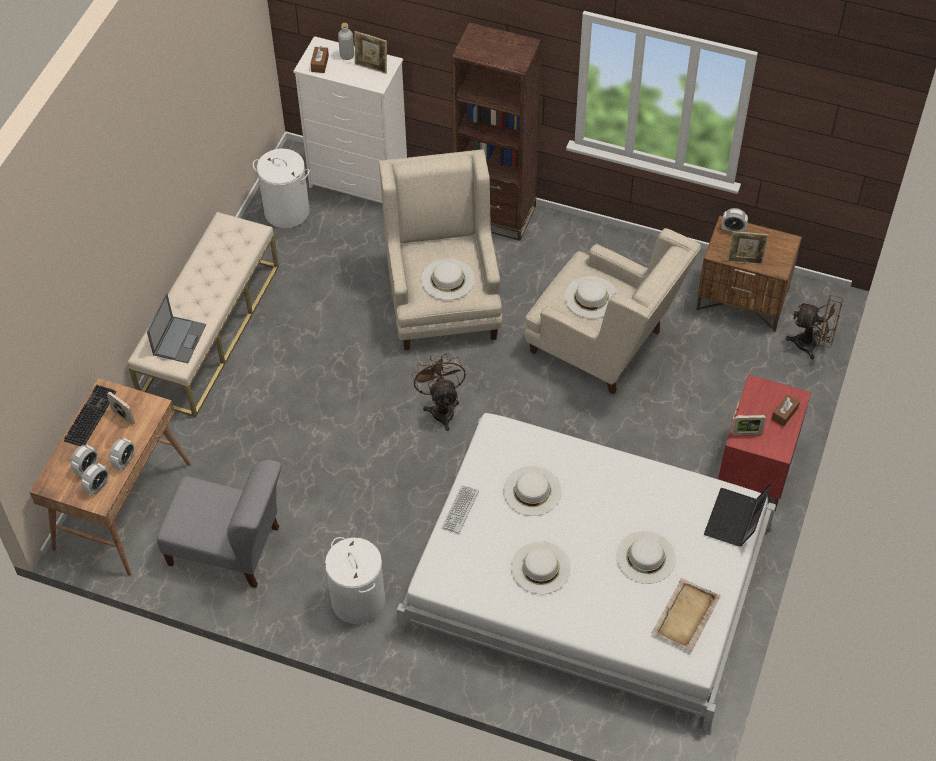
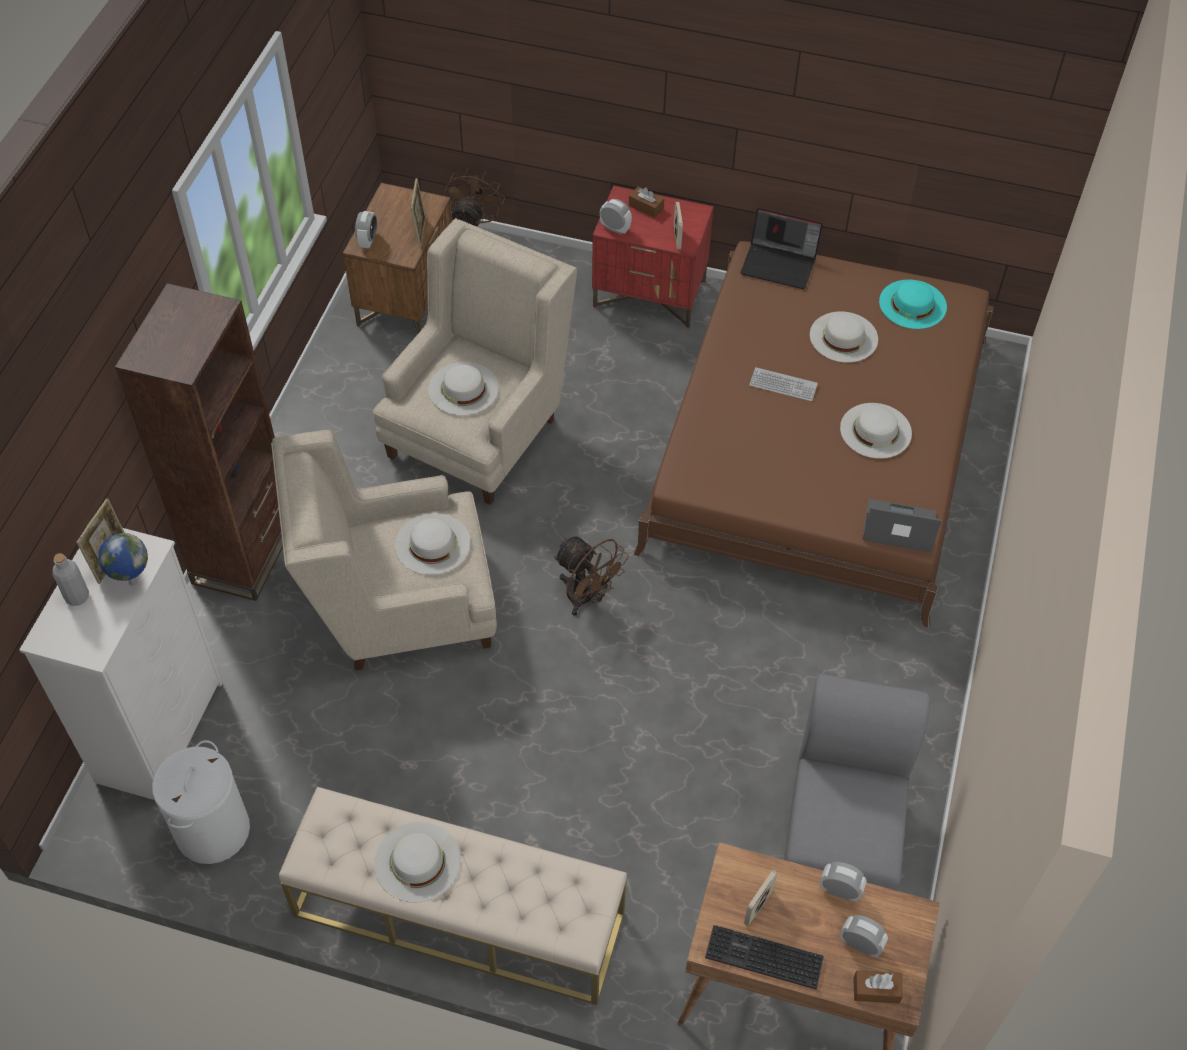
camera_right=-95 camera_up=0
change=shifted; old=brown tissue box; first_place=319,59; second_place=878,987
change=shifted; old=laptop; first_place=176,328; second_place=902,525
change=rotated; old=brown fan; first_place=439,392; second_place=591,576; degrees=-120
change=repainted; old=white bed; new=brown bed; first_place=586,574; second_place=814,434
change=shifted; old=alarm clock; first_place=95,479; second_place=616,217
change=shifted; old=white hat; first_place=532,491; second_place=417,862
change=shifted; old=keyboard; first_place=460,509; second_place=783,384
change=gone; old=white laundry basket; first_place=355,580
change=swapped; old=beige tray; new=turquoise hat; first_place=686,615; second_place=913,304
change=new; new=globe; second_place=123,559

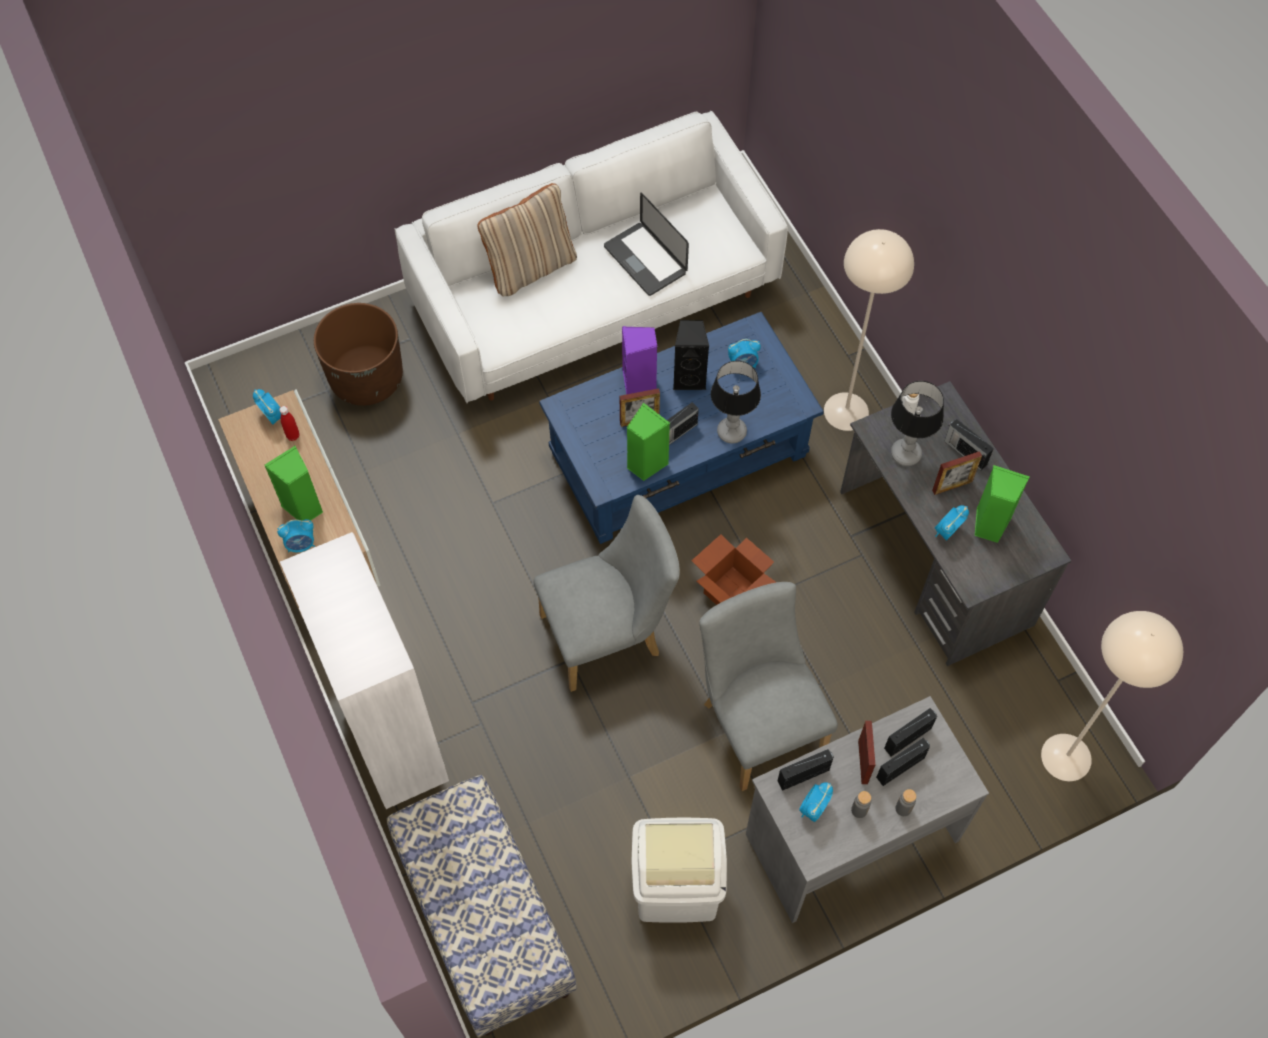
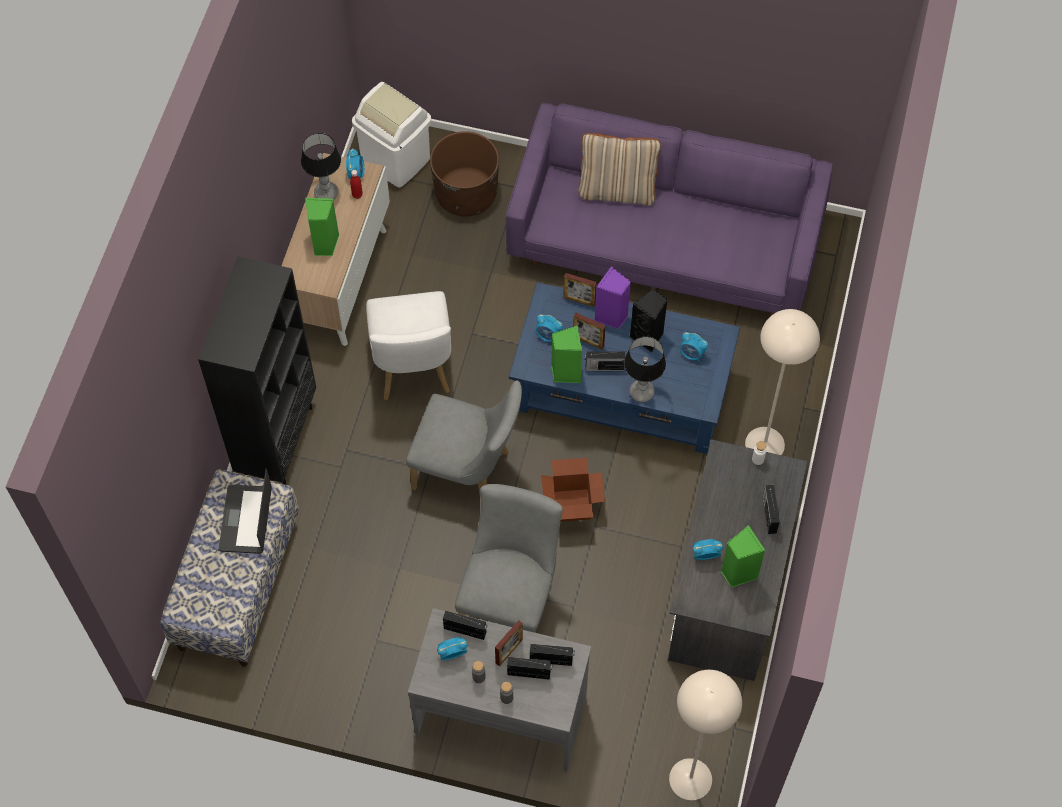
camera_right=40 camera_up=0
change=repainted; old=white sofa; new=purple sofa; first_place=591,257; second_place=669,209
change=shifted; old=laptop; first_place=646,244; second_place=245,511
change=shifted; old=table lamp; first_place=917,423; second_place=321,166
change=shifted; old=picture frame; first_place=957,473; second_place=580,290
change=shifted; old=alarm clock; first_place=296,536; second_place=549,328
change=repainted; old=white bookcase; new=black bookcase; first_place=364,670; second_place=257,370
change=shifted; old=white trash can; first_place=679,870; second_place=391,134
change=new; new=white chair; second_place=408,345

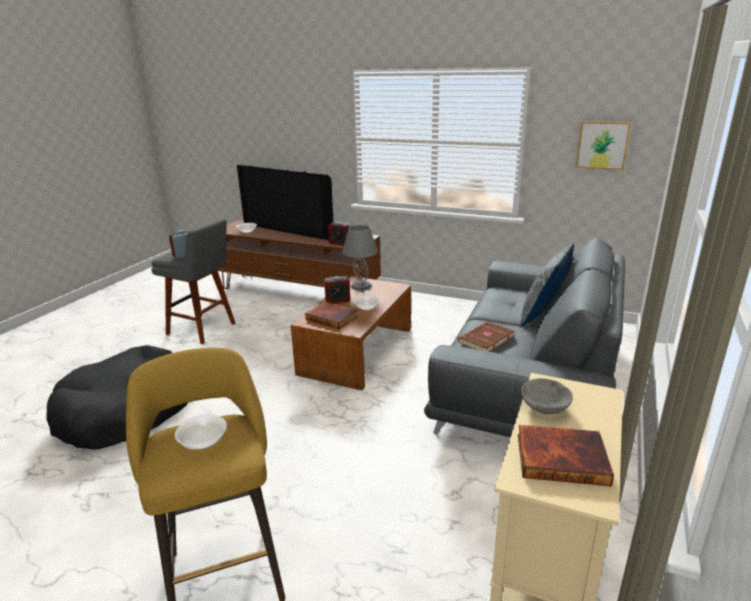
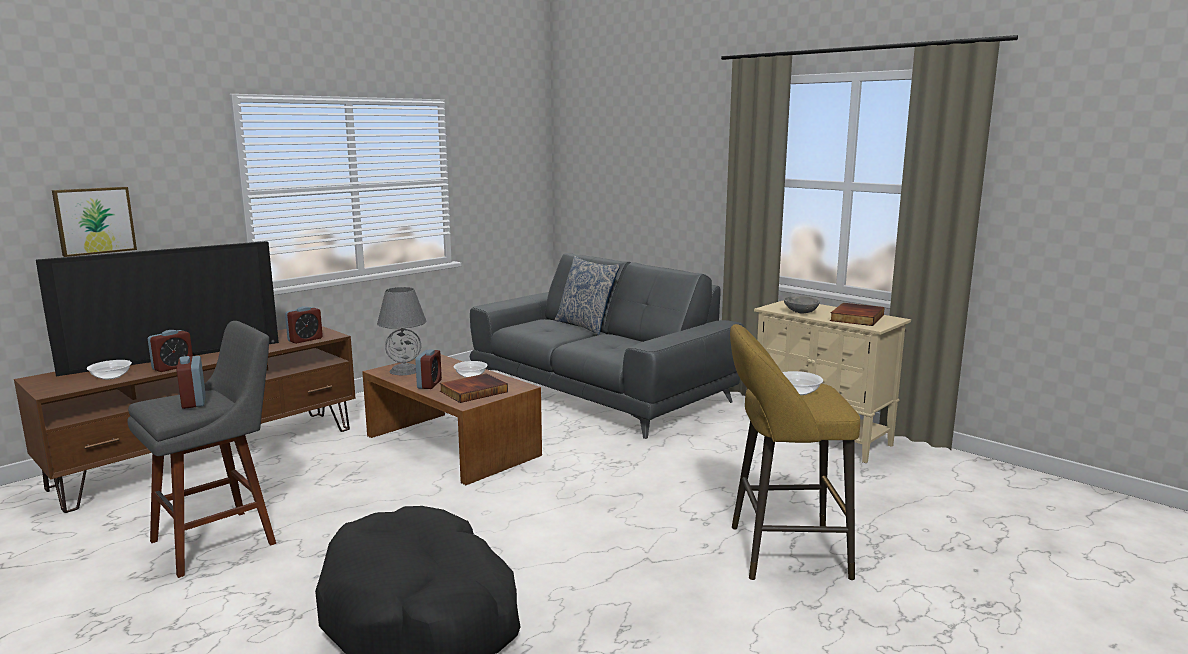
camera_right=-70 camera_up=-10
change=shifted; old=picture; first_place=603,145; second_place=94,222
change=gone; old=brown book; first_place=486,336
change=new; new=alarm clock; second_place=170,351

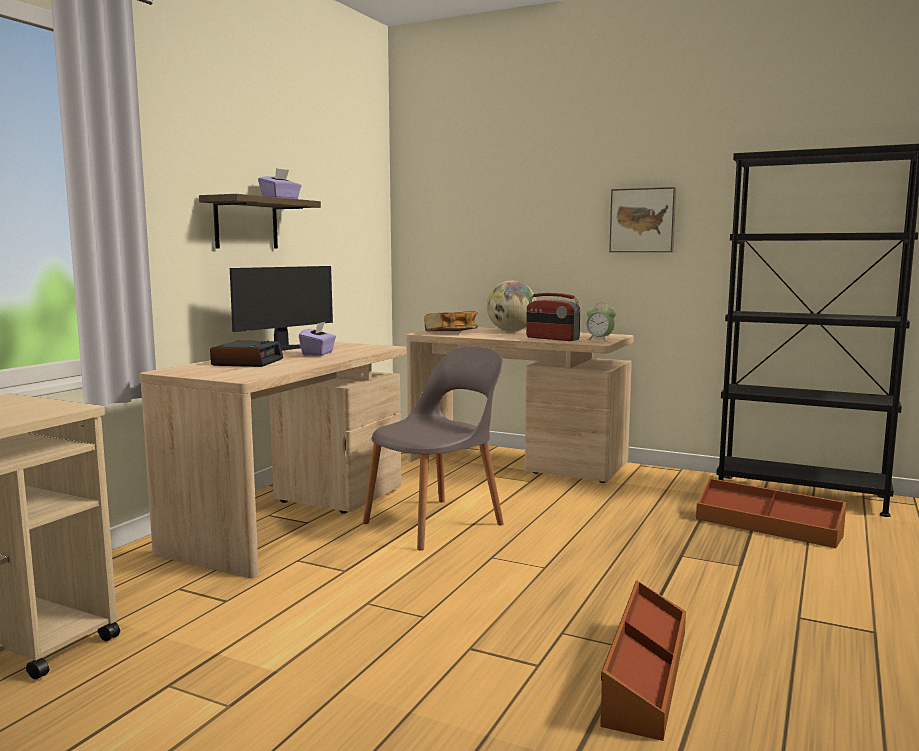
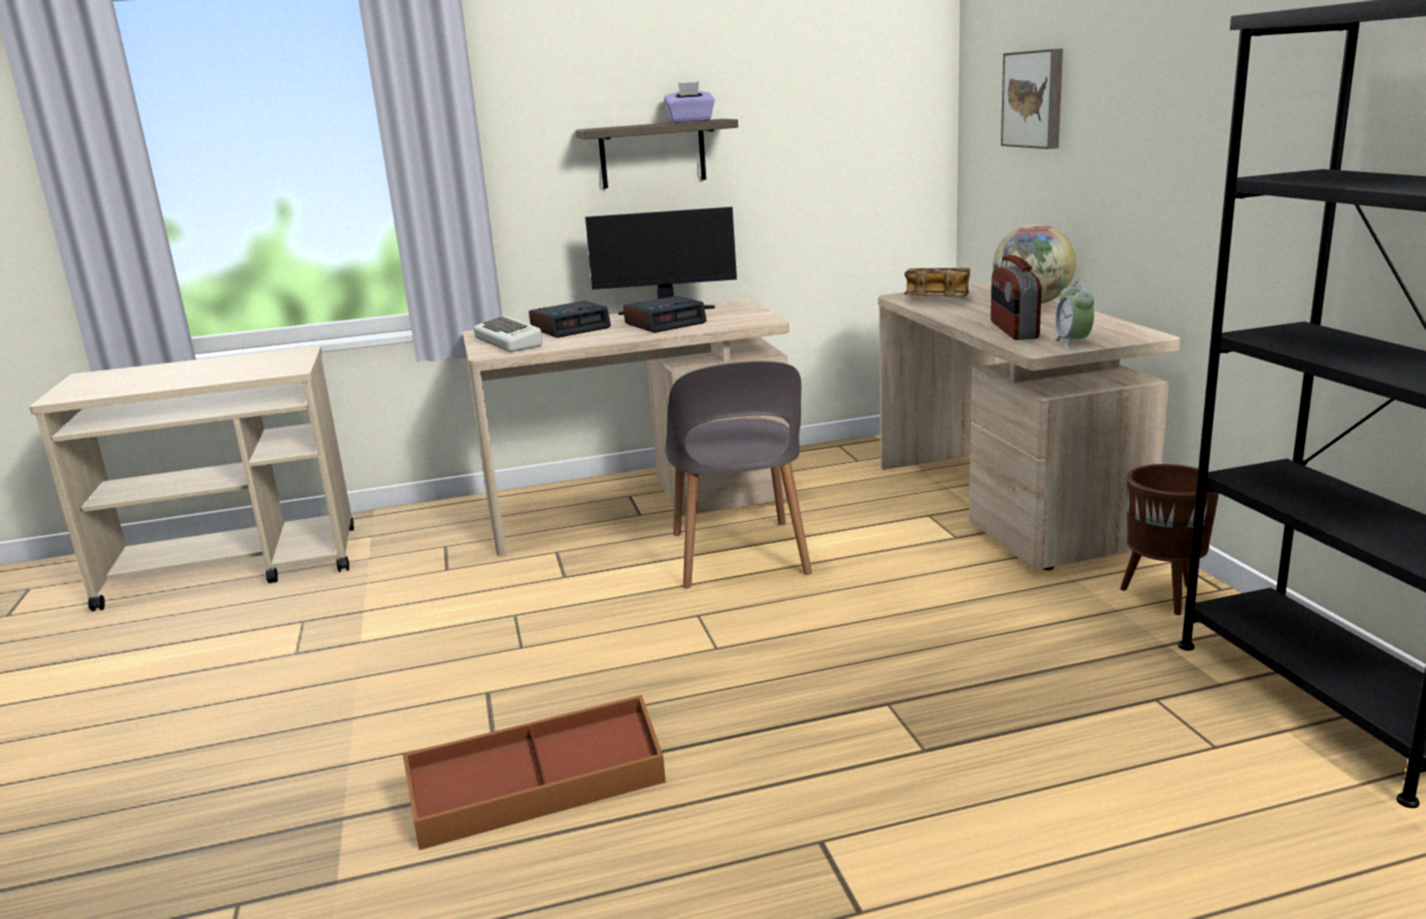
camera_right=50 camera_up=10
change=shifted; old=picture; first_place=642,219; second_place=1032,98
change=swapped; old=purple tissue box; new=alarm clock; first_place=317,339; second_place=665,314
change=rotated; old=grey chair; first_place=433,448; second_place=738,474; degrees=75
change=gone; old=brown storage box; first_place=771,513
change=new; new=keyboard; second_place=508,334
change=new; new=brown planter; second_place=1169,539

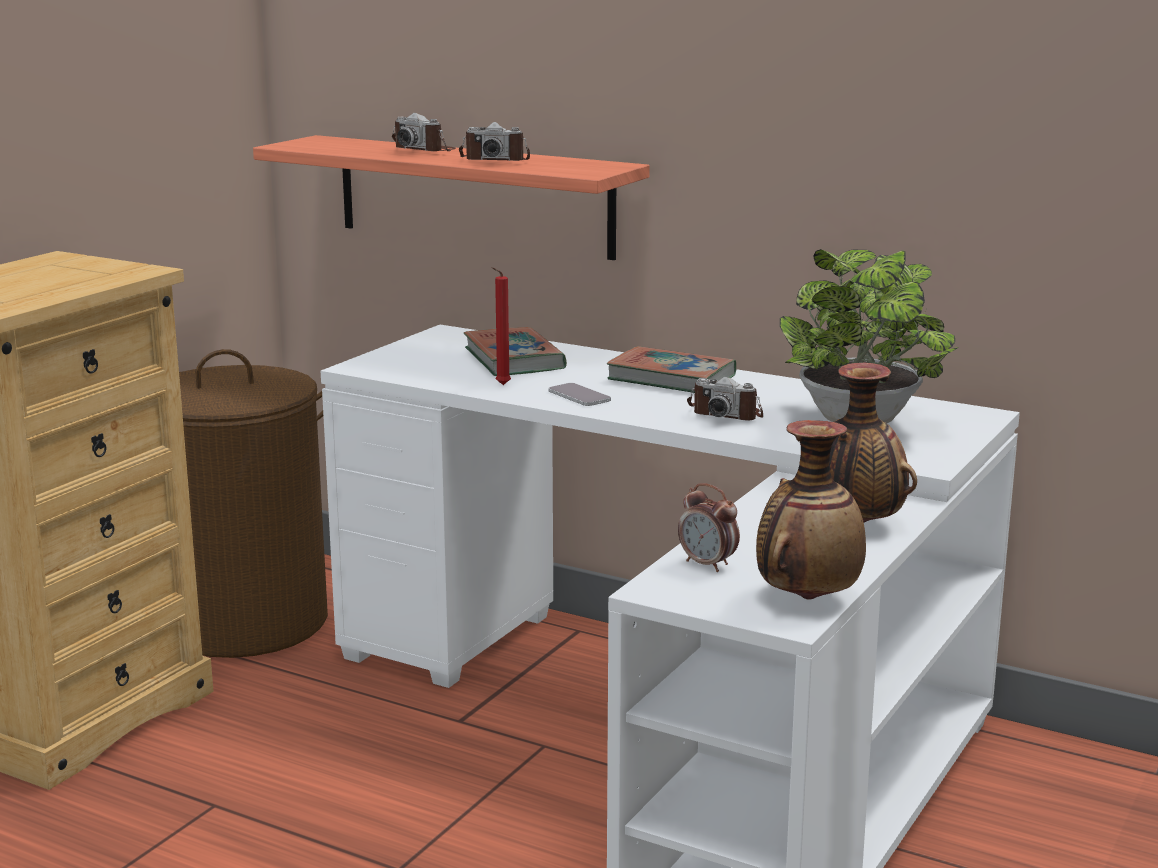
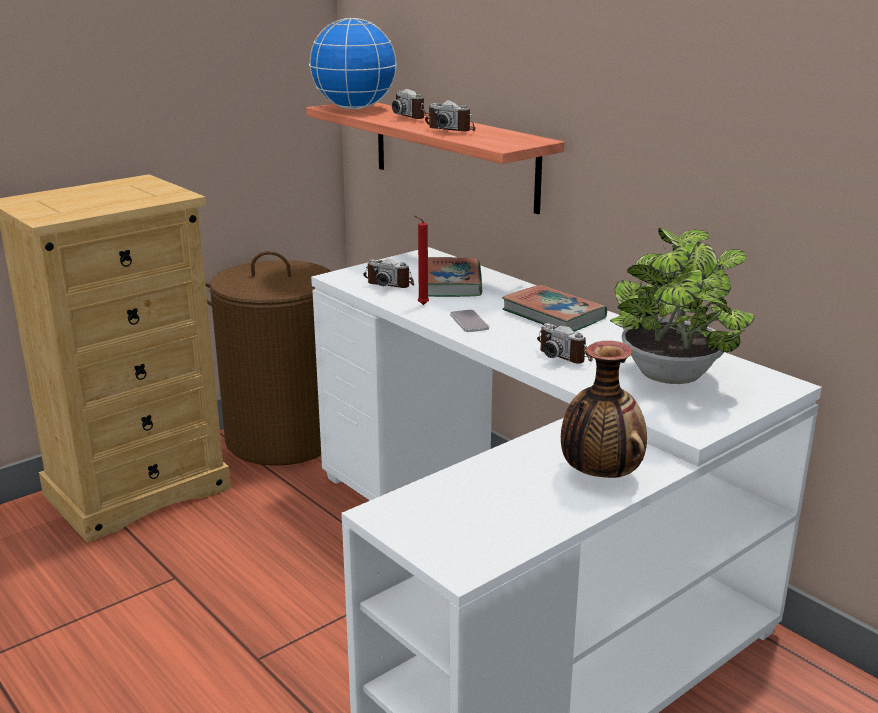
camera_right=20 camera_up=5
change=gone; old=vase; first_place=811,510
change=gone; old=alarm clock; first_place=709,527
change=new; new=globe; second_place=353,63
change=new; new=photo camera; second_place=388,273

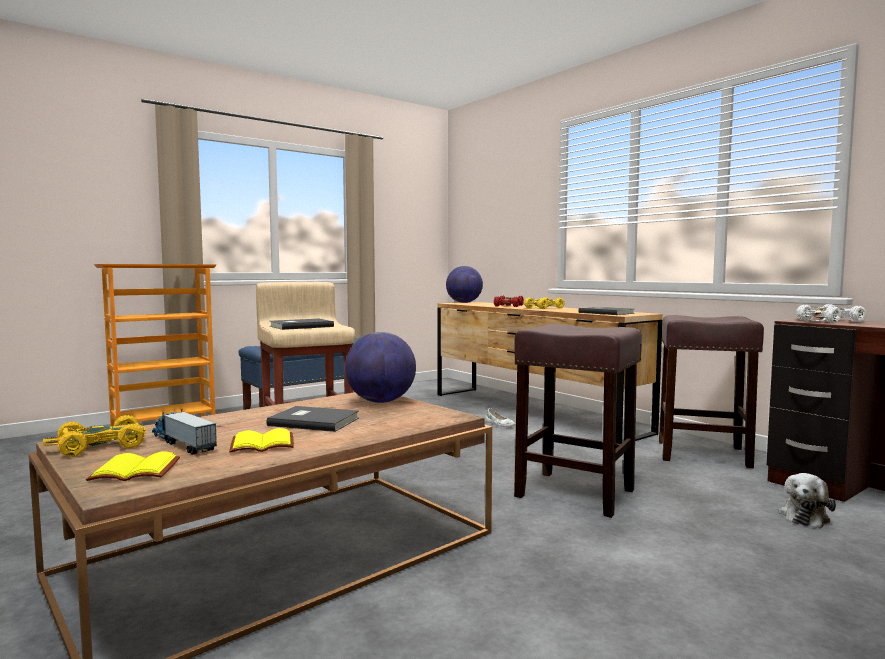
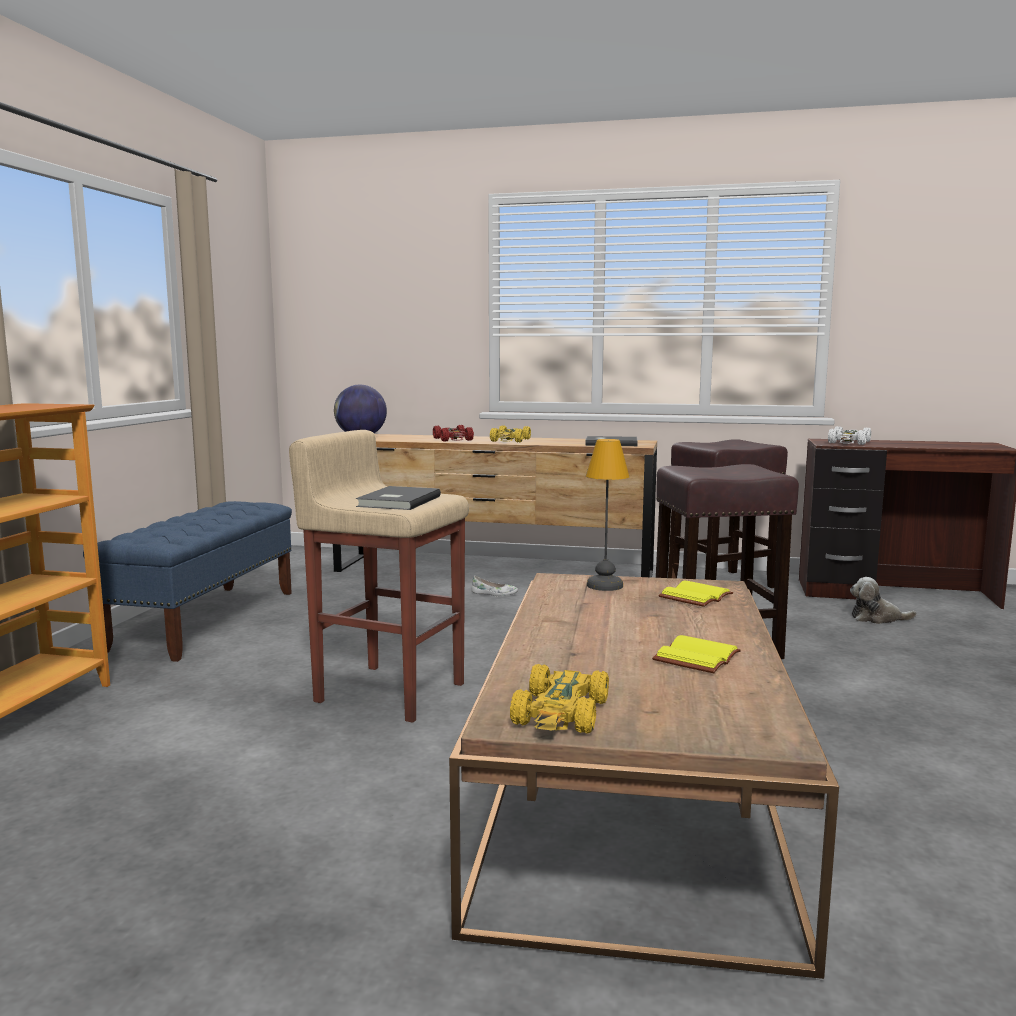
camera_right=-40 camera_up=5
change=swapped; old=globe; new=table lamp; first_place=380,367; second_place=607,515
change=gone; old=grey book; first_place=312,419
change=gone; old=toy truck; first_place=184,432
change=shifted; old=yellow book; first_place=133,466; second_place=695,594
change=rotated; old=plush toy; first_place=807,500; second_place=883,600; degrees=105

